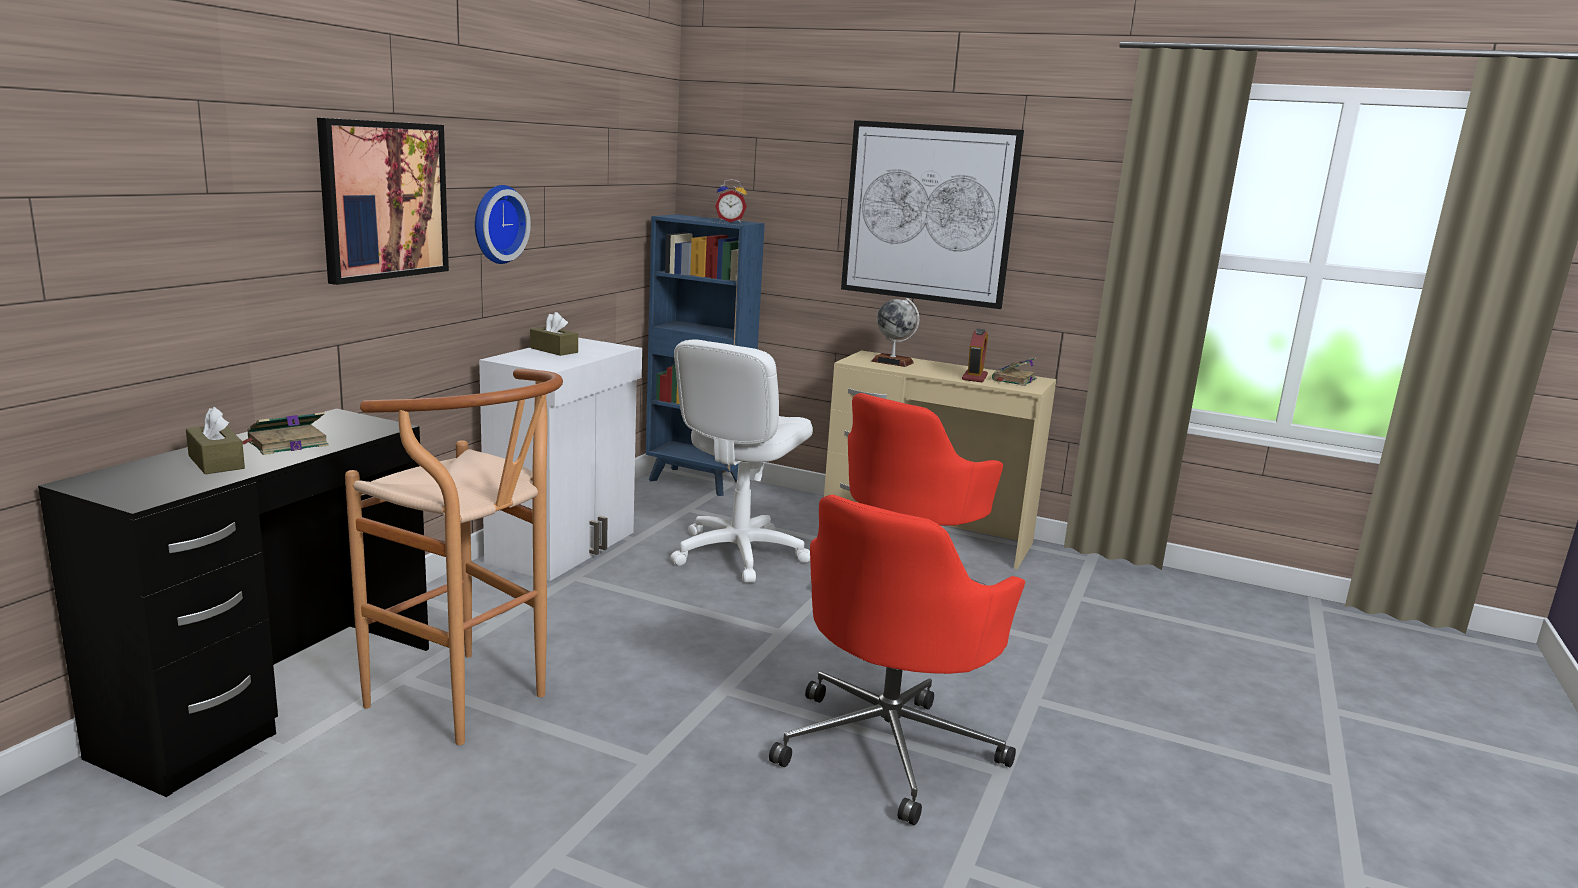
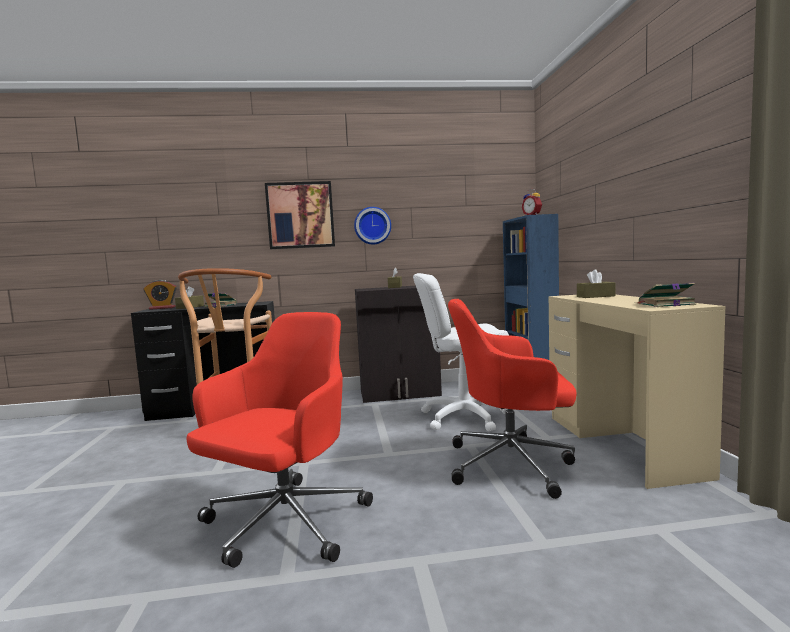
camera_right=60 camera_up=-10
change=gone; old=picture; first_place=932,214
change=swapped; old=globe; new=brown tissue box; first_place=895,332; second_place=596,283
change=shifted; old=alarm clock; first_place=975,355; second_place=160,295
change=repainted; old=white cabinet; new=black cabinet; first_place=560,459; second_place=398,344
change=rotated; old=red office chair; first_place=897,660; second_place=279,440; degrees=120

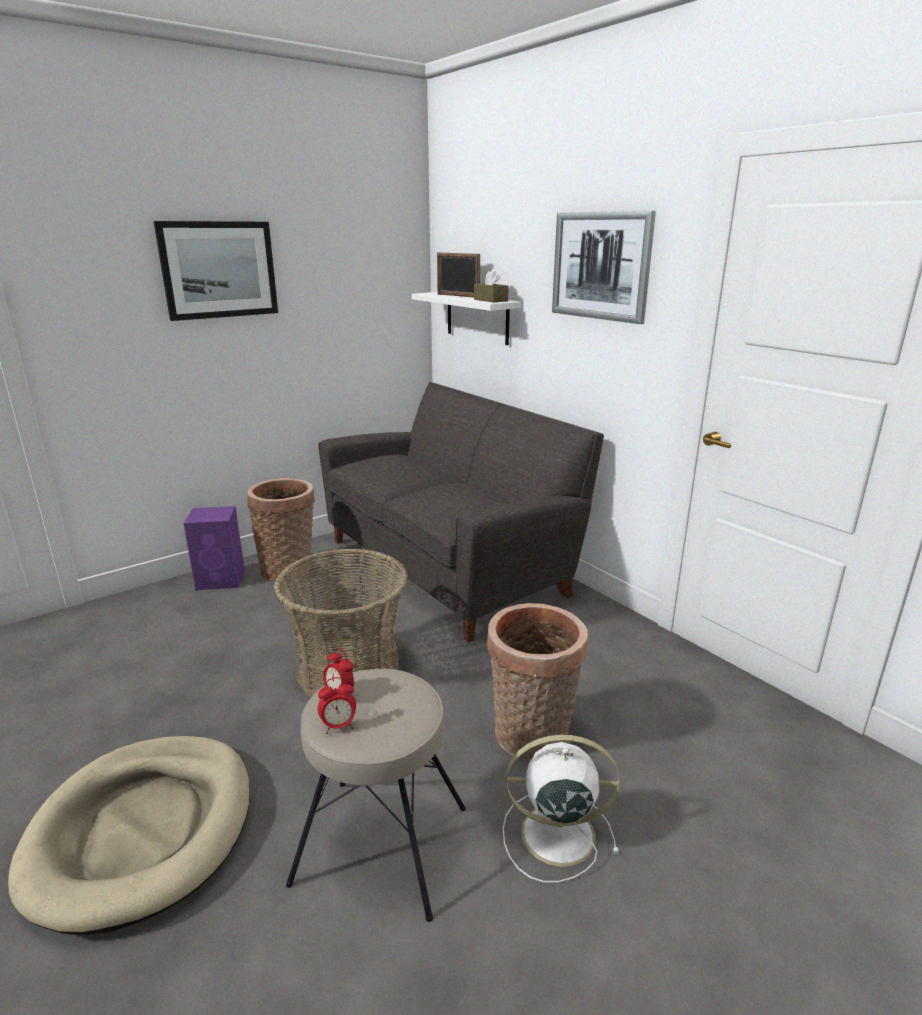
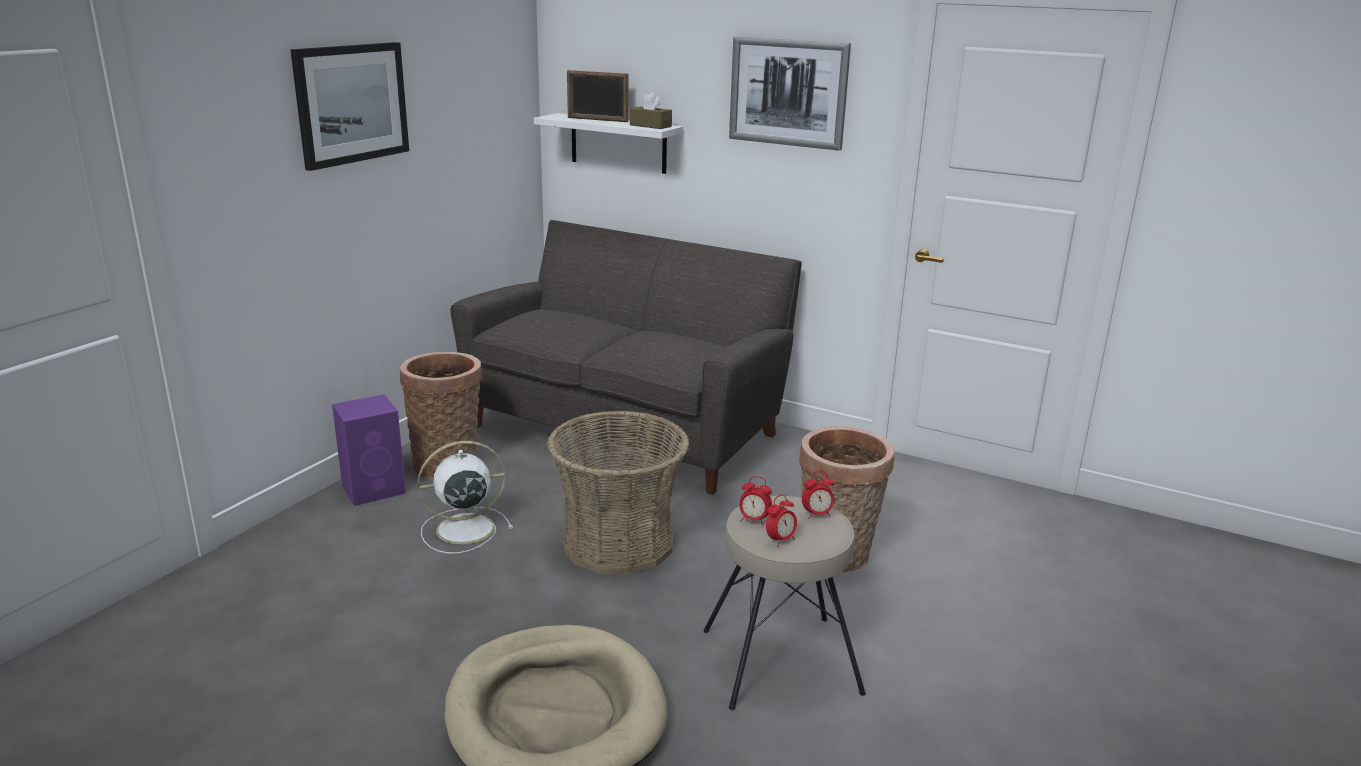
camera_right=-25 camera_up=0
change=shifted; old=white fan; first_place=561,809; second_place=465,497
change=new; new=alarm clock; second_place=818,495

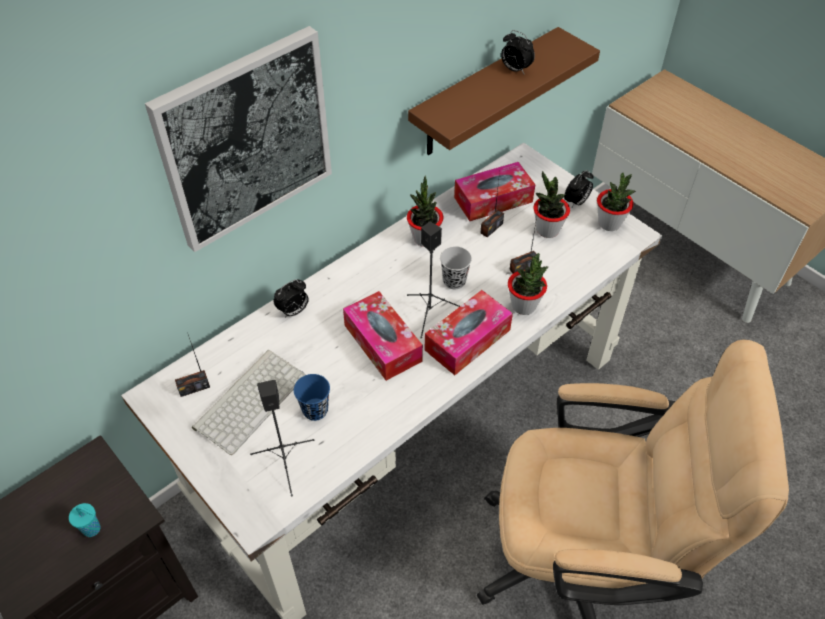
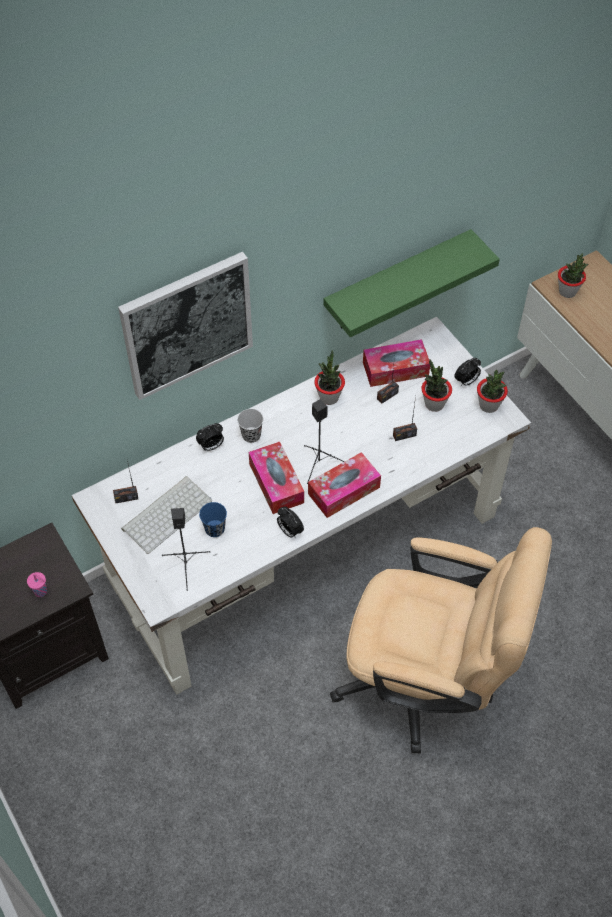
camera_right=10 camera_up=5
change=repainted; old=brown shelf; new=green shelf; first_place=504,91; second_place=411,283
change=shifted; old=alarm clock; first_place=518,52; second_place=290,523
change=shifted; old=black cup; first_place=456,267; second_place=250,426
change=shifted; old=potted plant; first_place=528,284; second_place=573,275
change=repainted; old=turquoise cup; new=pink cup; first_place=85,520; second_place=37,584

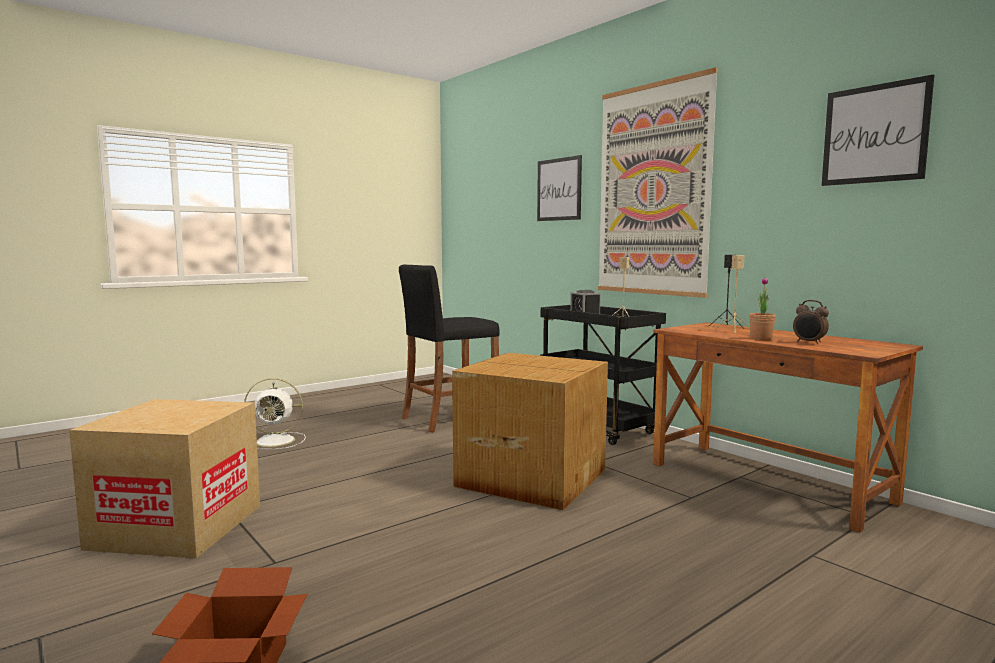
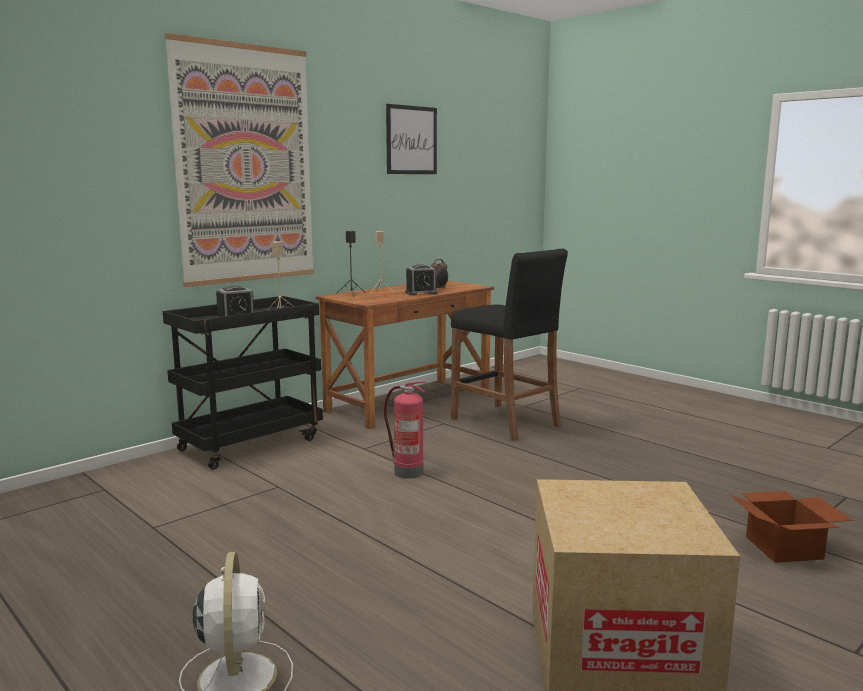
camera_right=-95 camera_up=5
change=gone; old=picture; first_place=559,188
change=shifted; old=black stool; first_place=449,348; second_place=509,345
change=swapped; old=potted plant; new=alarm clock; first_place=762,308; second_place=421,280
change=swapped; old=cardboard box; new=fire extinguisher; first_place=530,431; second_place=405,430

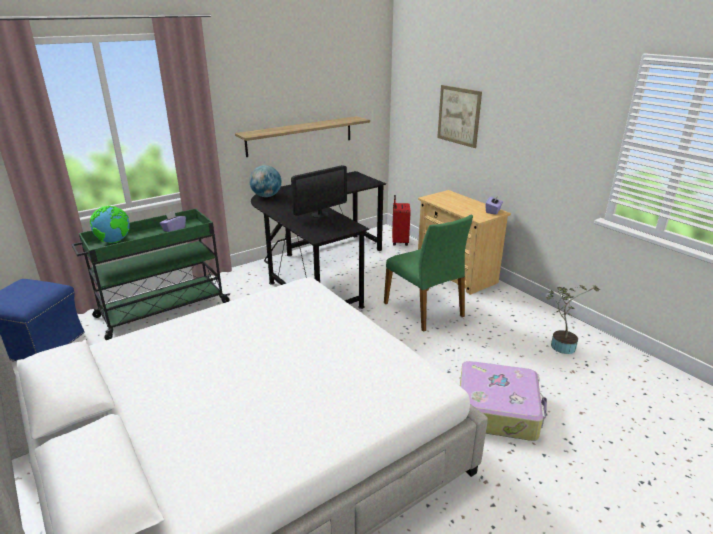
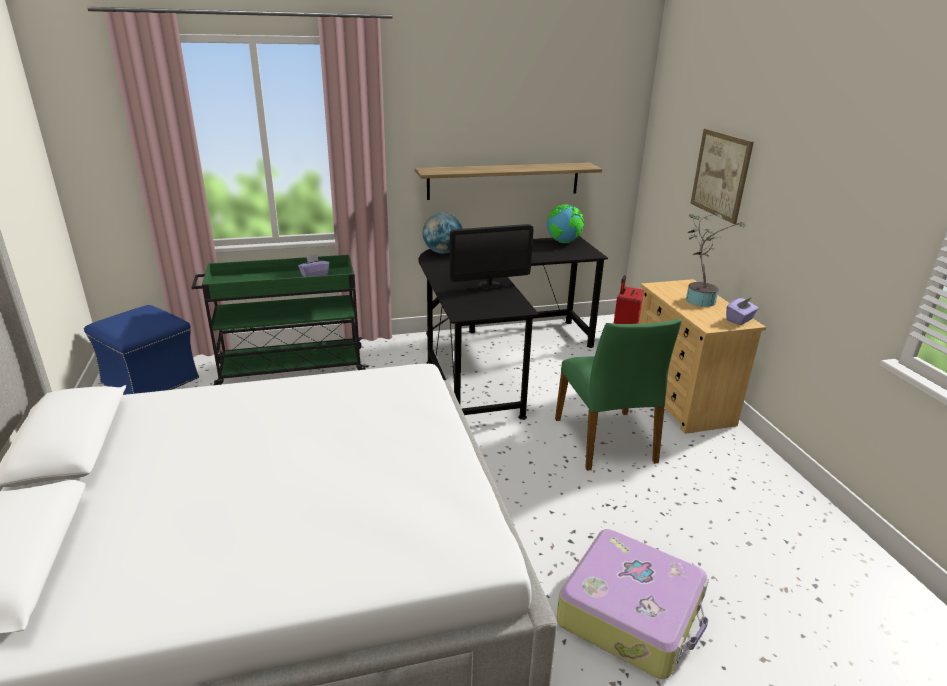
camera_right=20 camera_up=0
change=shifted; old=globe; first_place=110,224; second_place=565,223
change=shifted; old=potted plant; first_place=573,319; second_place=717,260

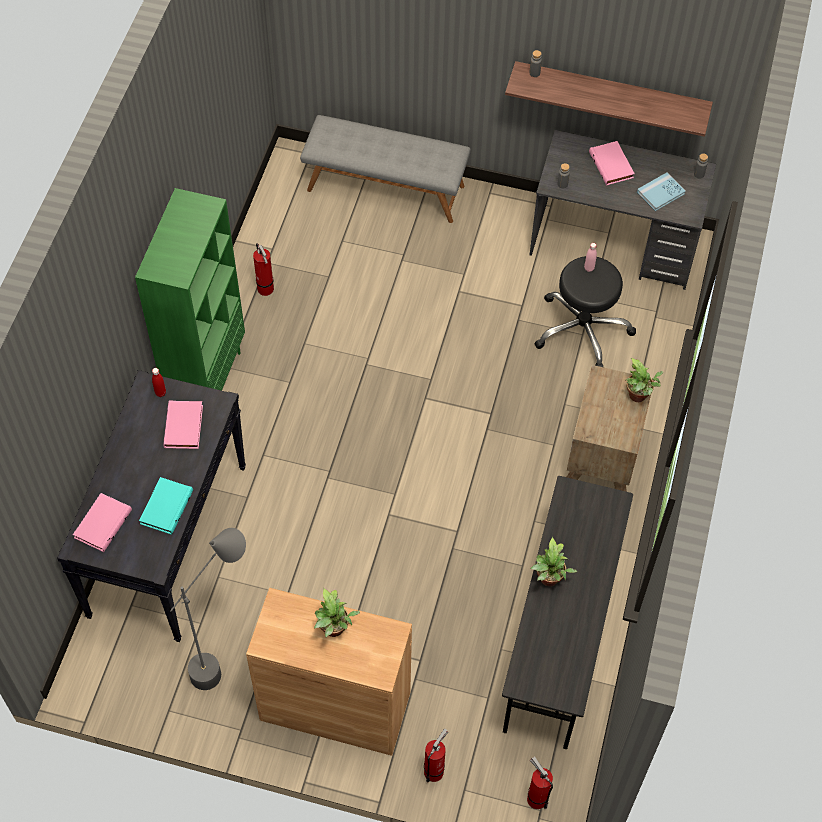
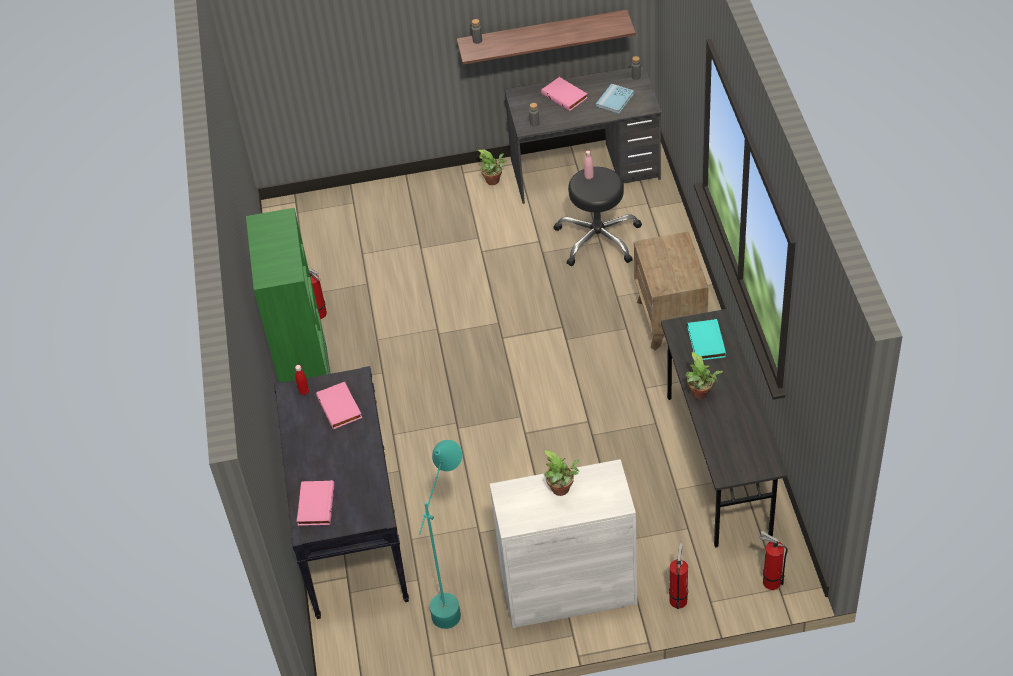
camera_right=-20 camera_up=-10
change=gone; old=grey bench; first_place=385,169
change=shifted; old=potted plant; first_place=644,380; second_place=491,167
change=shifted; old=turquoise book; first_place=166,506; second_place=706,339
change=repainted; old=grey floor lamp; new=turquoise floor lamp; first_place=208,609; second_place=440,534
change=repainted; old=brown cabinet; new=white cabinet; first_place=329,672; second_place=563,543

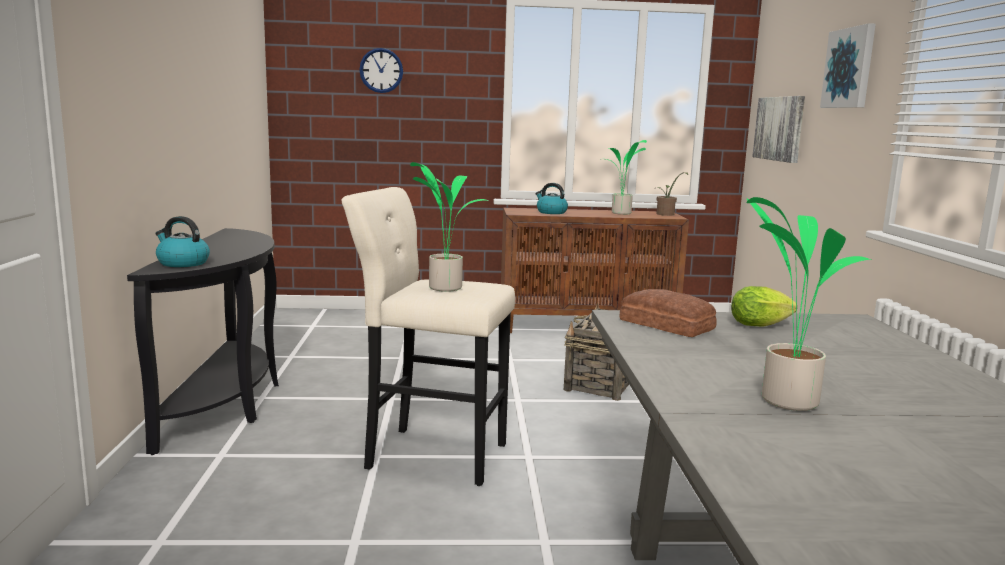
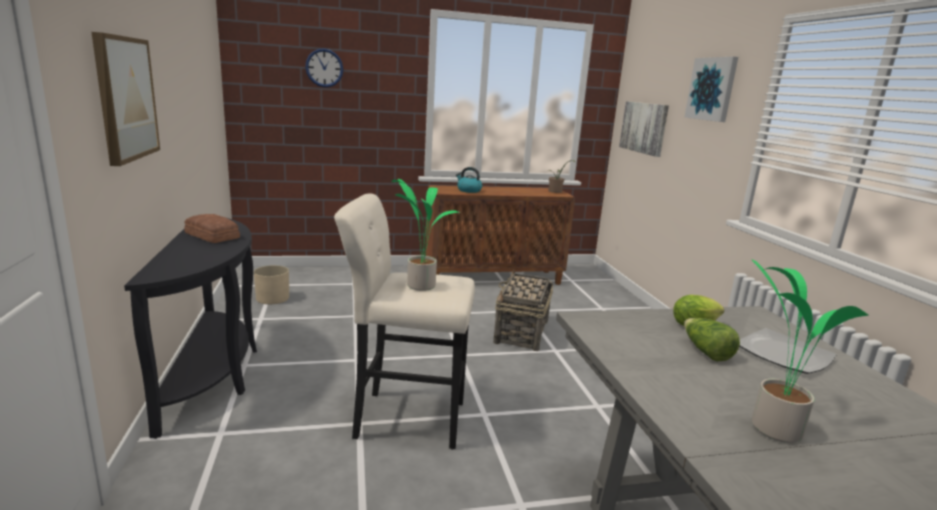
camera_right=-10 camera_up=5
change=gone; old=potted plant; first_place=626,177
change=gone; old=kettle; first_place=182,241
change=shifted; old=bread; first_place=668,313; second_place=212,228
change=new; new=picture; second_place=125,99
change=new; new=beige planter; second_place=271,284
change=new; new=lettuce; second_place=712,339
change=new; new=plate; second_place=788,351

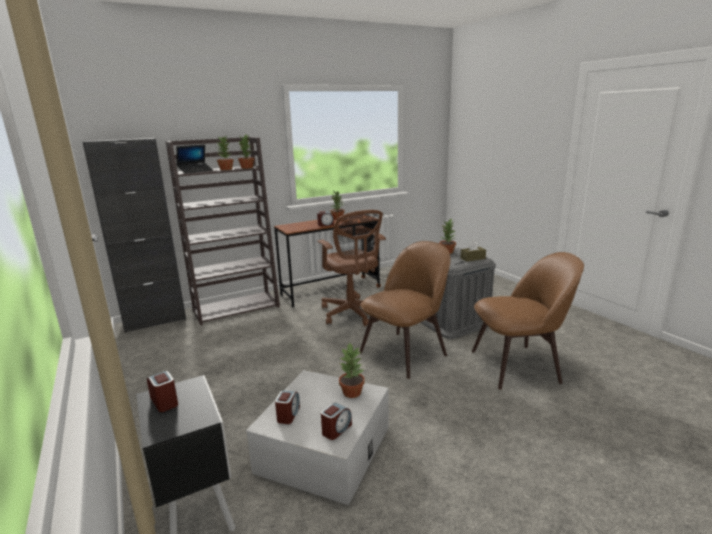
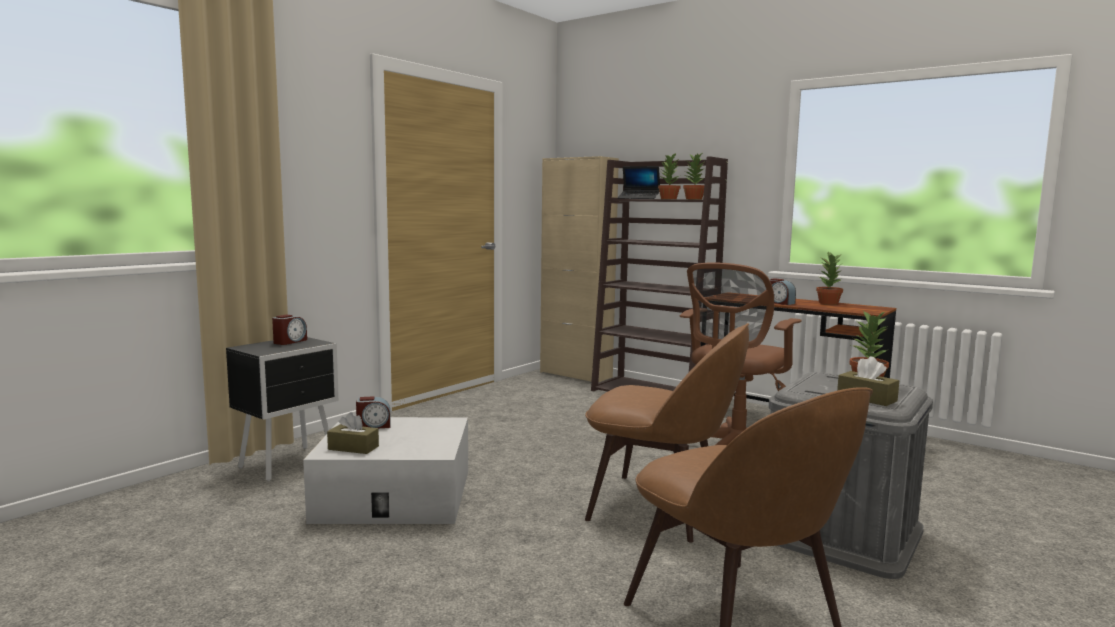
camera_right=65 camera_up=-10
change=repainted; old=black cabinet; new=beige cabinet; first_place=134,235; second_place=579,269
change=gone; old=potted plant; first_place=351,370
change=swapped; old=alarm clock; new=brown tissue box; first_place=336,421; second_place=353,433

